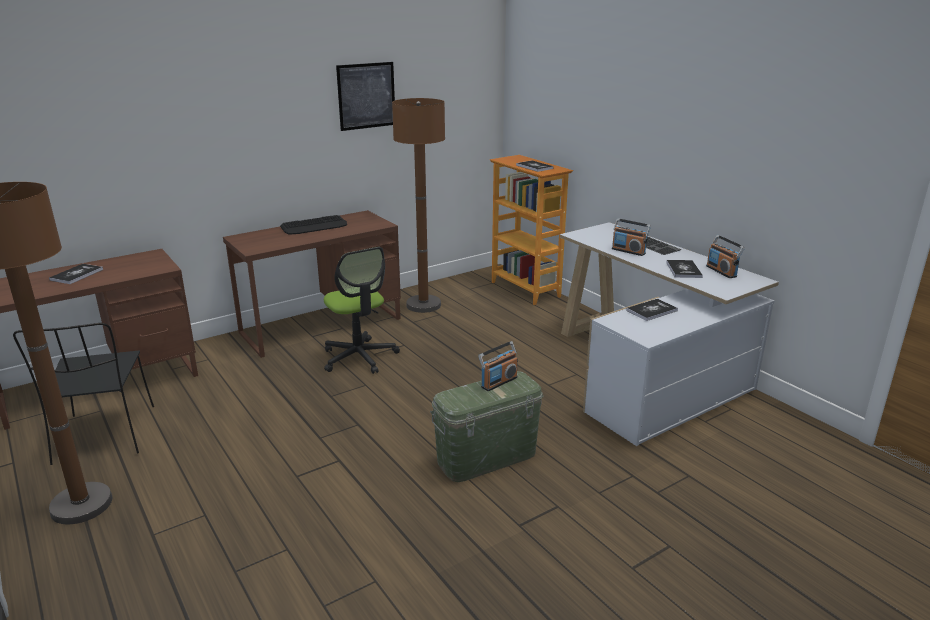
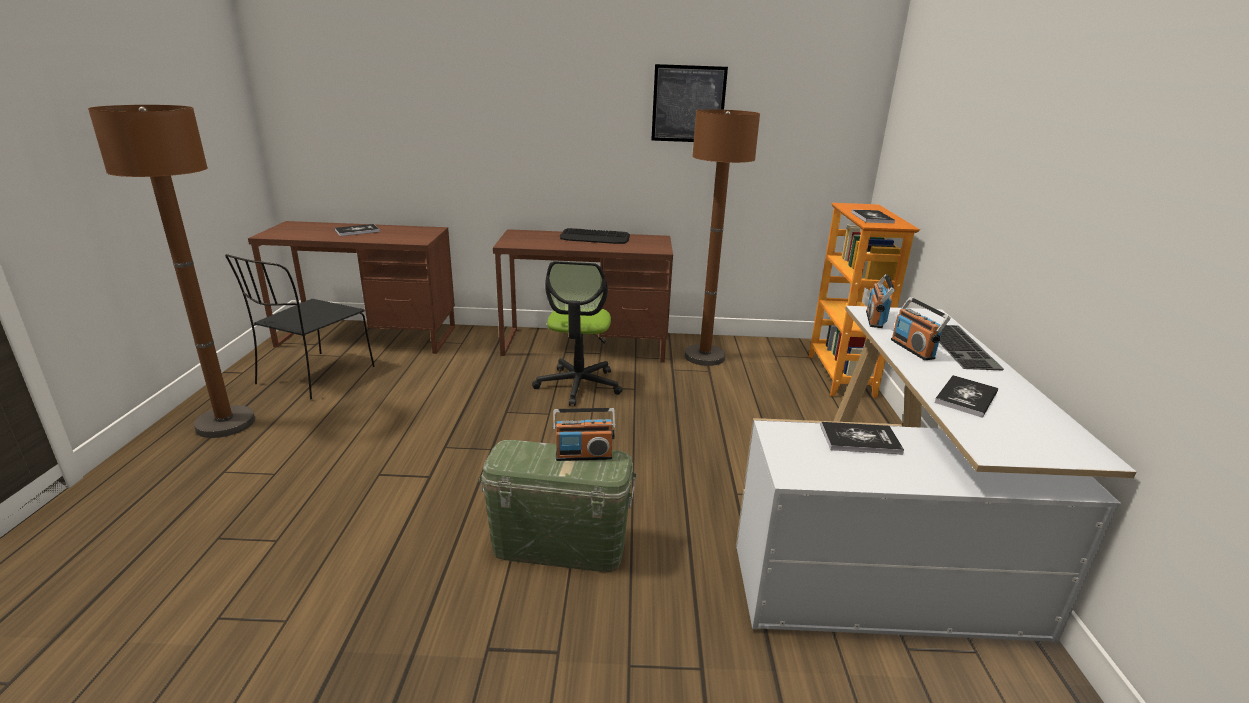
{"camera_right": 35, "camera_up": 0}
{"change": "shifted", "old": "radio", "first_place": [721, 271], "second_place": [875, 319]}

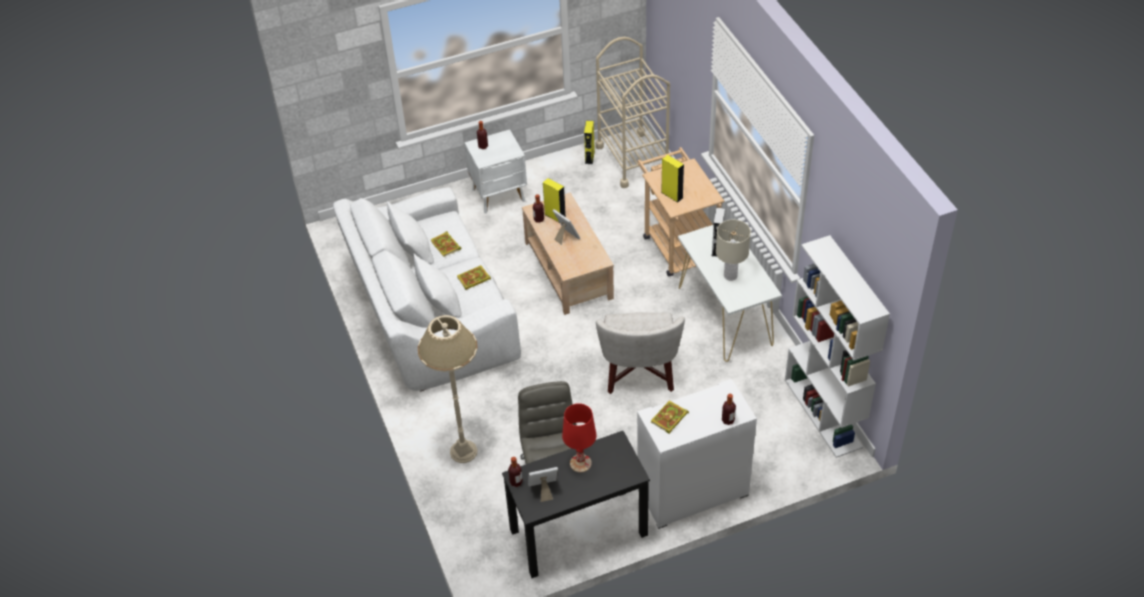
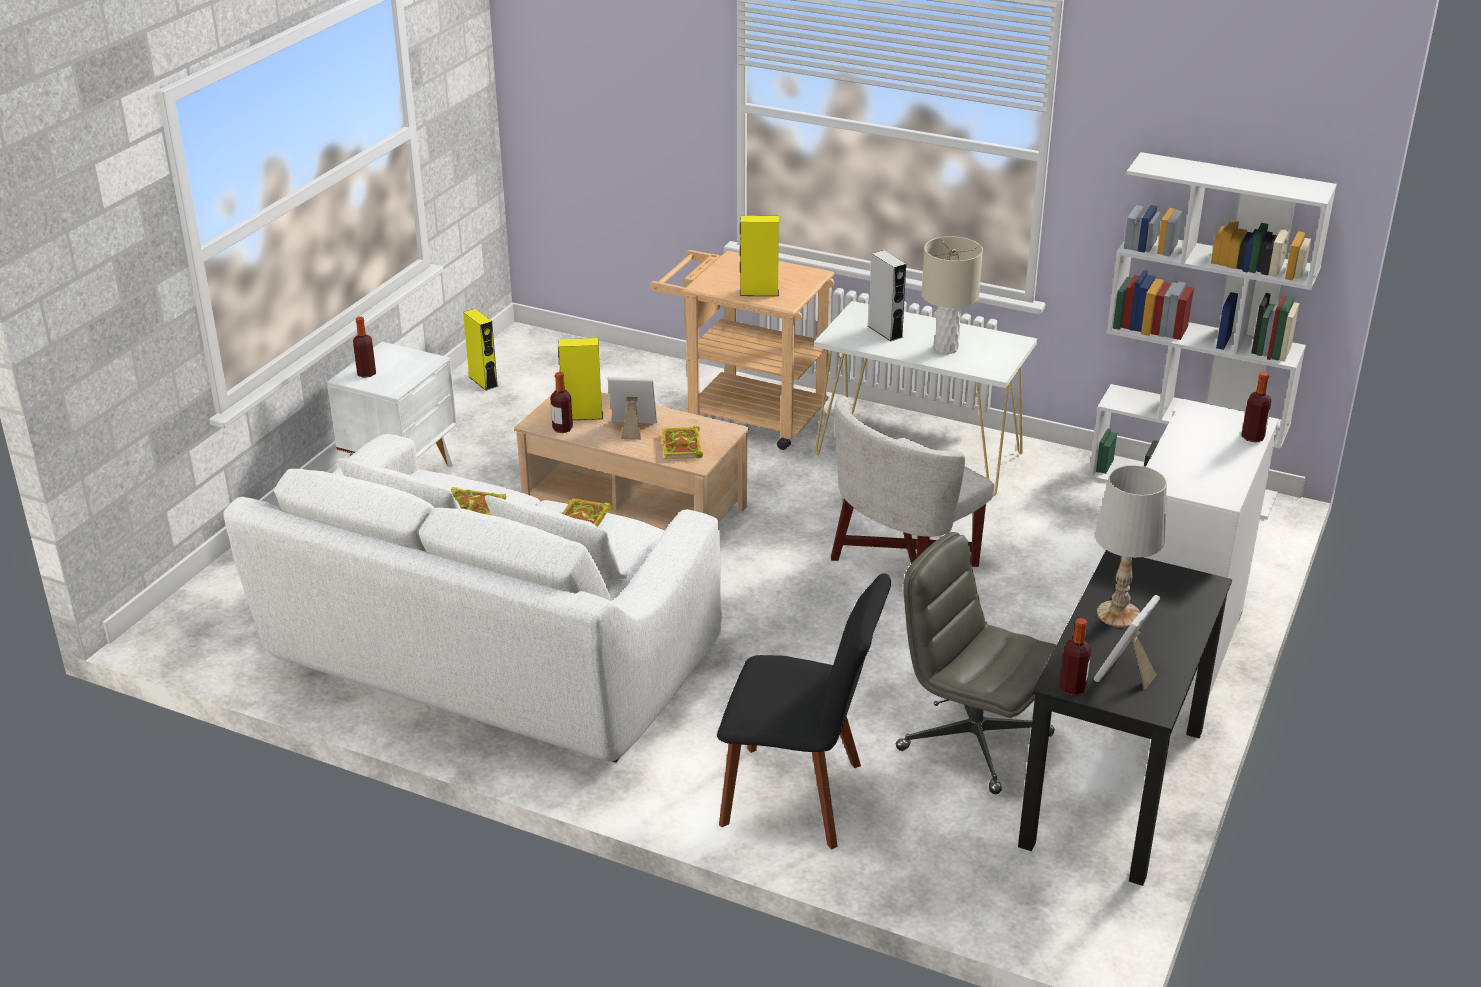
{"camera_right": -45, "camera_up": -15}
{"change": "swapped", "old": "floor lamp (beige)", "new": "chair (black)", "first_place": [463, 451], "second_place": [800, 796]}
{"change": "repainted", "old": "table lamp (red)", "new": "table lamp (white)", "first_place": [581, 463], "second_place": [1118, 614]}
{"change": "gone", "old": "cart (beige)", "first_place": [633, 159]}
{"change": "rotated", "old": "armchair (white)", "first_place": [639, 372], "second_place": [904, 564], "degrees": 90}
{"change": "shifted", "old": "book", "first_place": [669, 419], "second_place": [682, 447]}

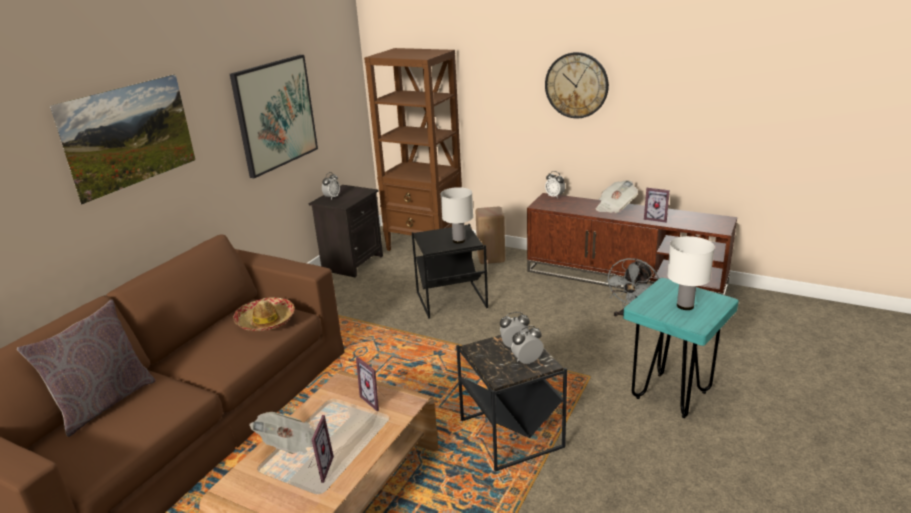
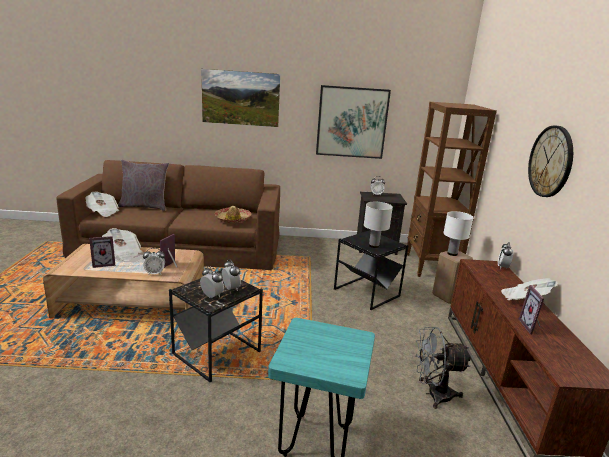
{"camera_right": 60, "camera_up": -5}
{"change": "shifted", "old": "table lamp (white)", "first_place": [684, 306], "second_place": [452, 253]}
{"change": "new", "new": "newspaper", "second_place": [103, 212]}
{"change": "new", "new": "alarm clock", "second_place": [155, 273]}

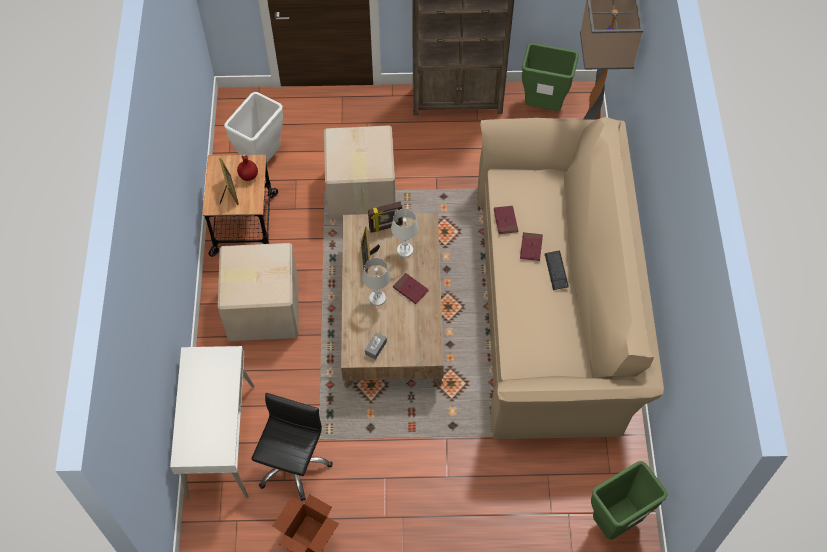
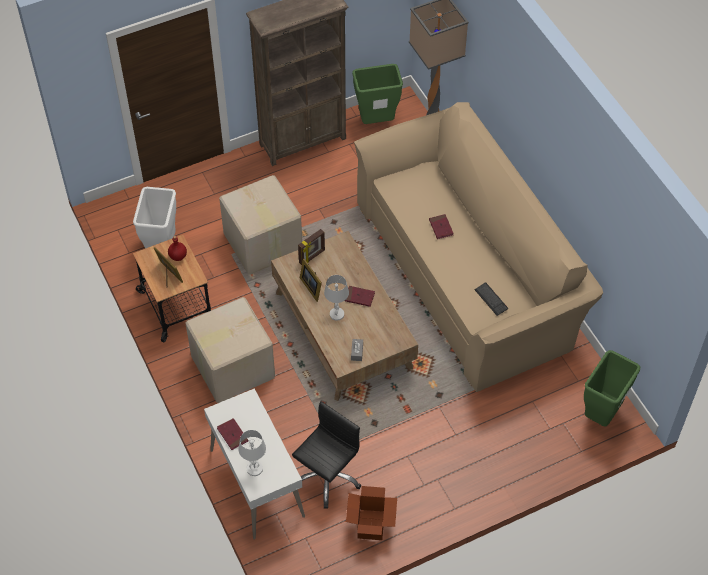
{"camera_right": -25, "camera_up": -5}
{"change": "rotated", "old": "office chair (black)", "first_place": [293, 465], "second_place": [327, 477], "degrees": 45}
{"change": "shifted", "old": "table lamp (white)", "first_place": [405, 250], "second_place": [254, 468]}
{"change": "shifted", "old": "book (red)", "first_place": [505, 221], "second_place": [232, 435]}
{"change": "shifted", "old": "keyboard", "first_place": [556, 271], "second_place": [491, 299]}

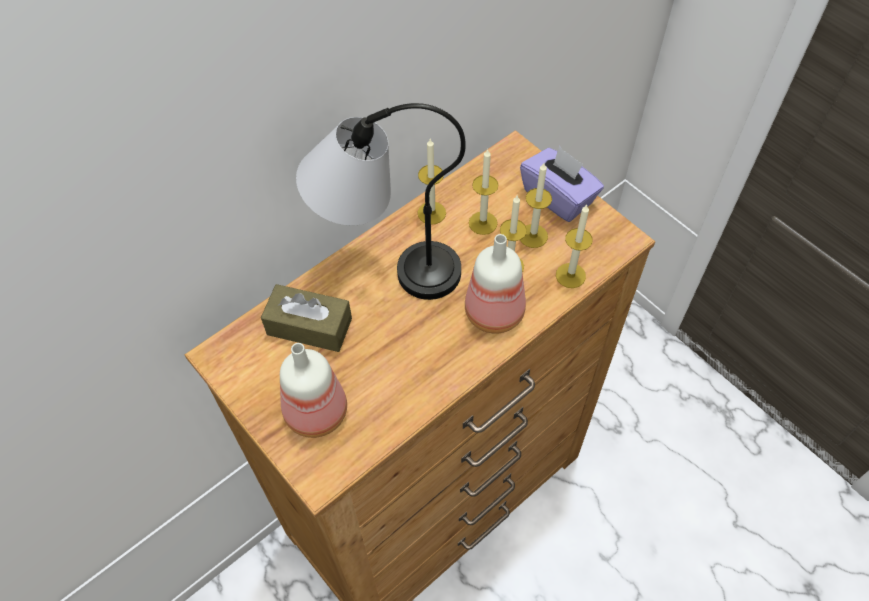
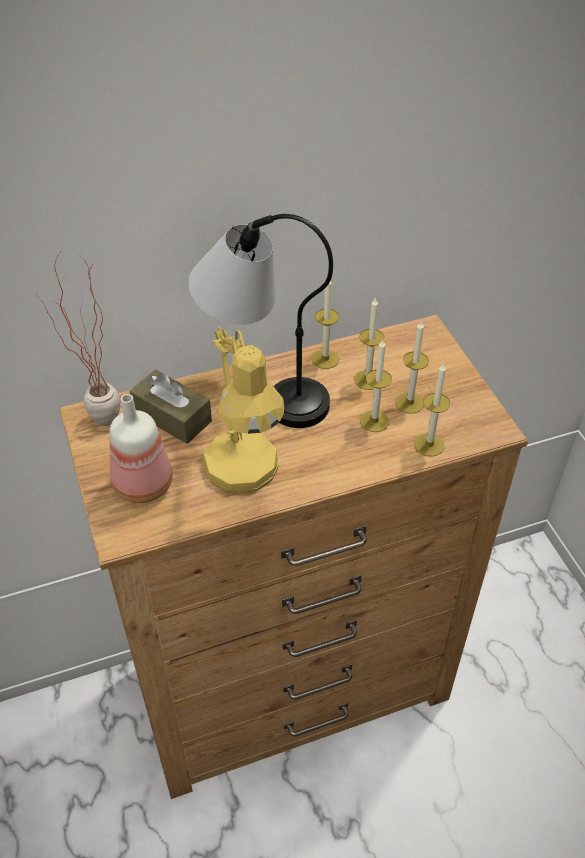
{"camera_right": 20, "camera_up": -10}
{"change": "gone", "old": "bottle", "first_place": [496, 312]}
{"change": "gone", "old": "tissue box (purple)", "first_place": [558, 197]}
{"change": "new", "new": "potted plant", "second_place": [98, 427]}
{"change": "new", "new": "table lamp (yellow)", "second_place": [245, 477]}

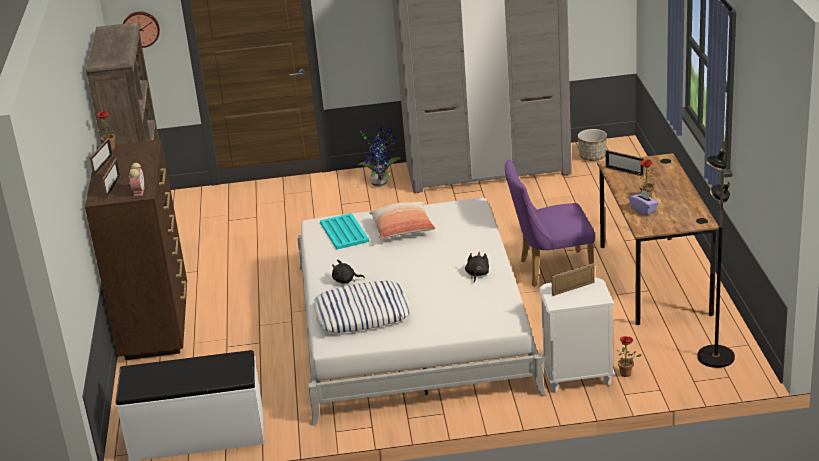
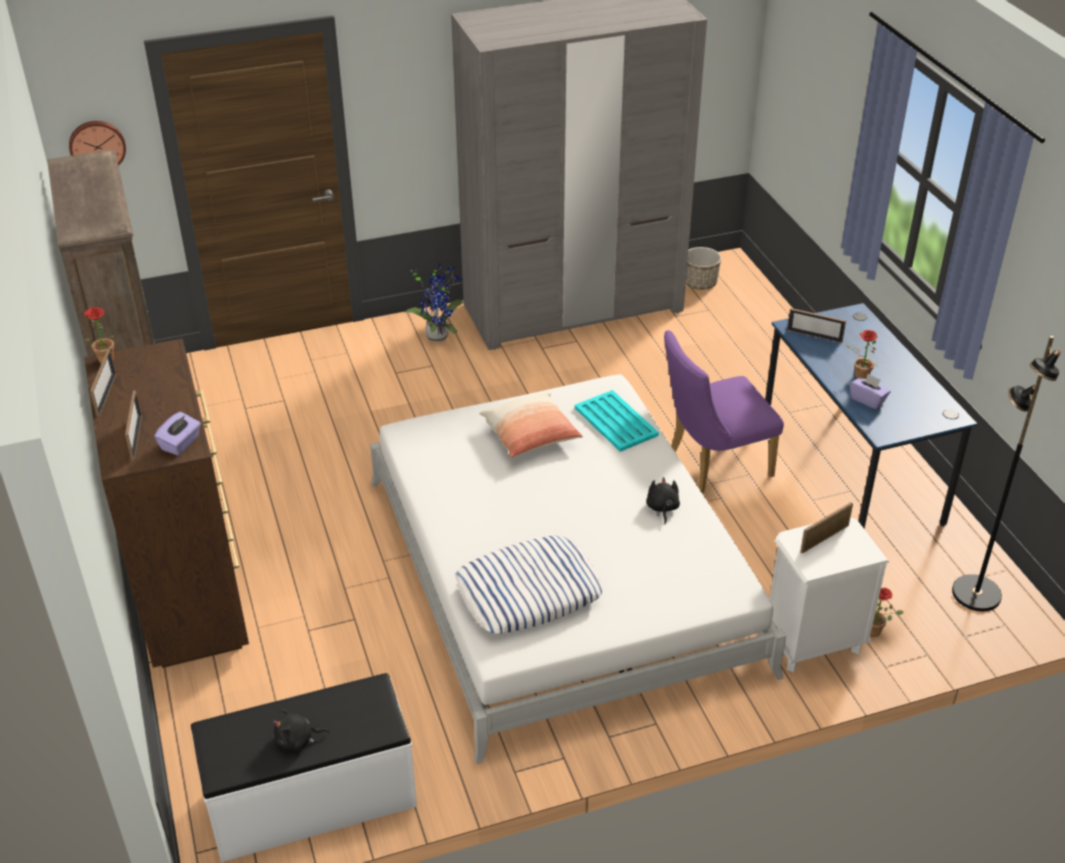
{"camera_right": -15, "camera_up": 10}
{"change": "swapped", "old": "alarm clock", "new": "tissue box (purple)", "first_place": [138, 191], "second_place": [181, 444]}
{"change": "shifted", "old": "tray (turquoise)", "first_place": [344, 232], "second_place": [615, 421]}
{"change": "shifted", "old": "plush toy (black)", "first_place": [346, 280], "second_place": [298, 739]}
{"change": "repainted", "old": "desk (brown)", "new": "desk (blue)", "first_place": [654, 279], "second_place": [850, 472]}

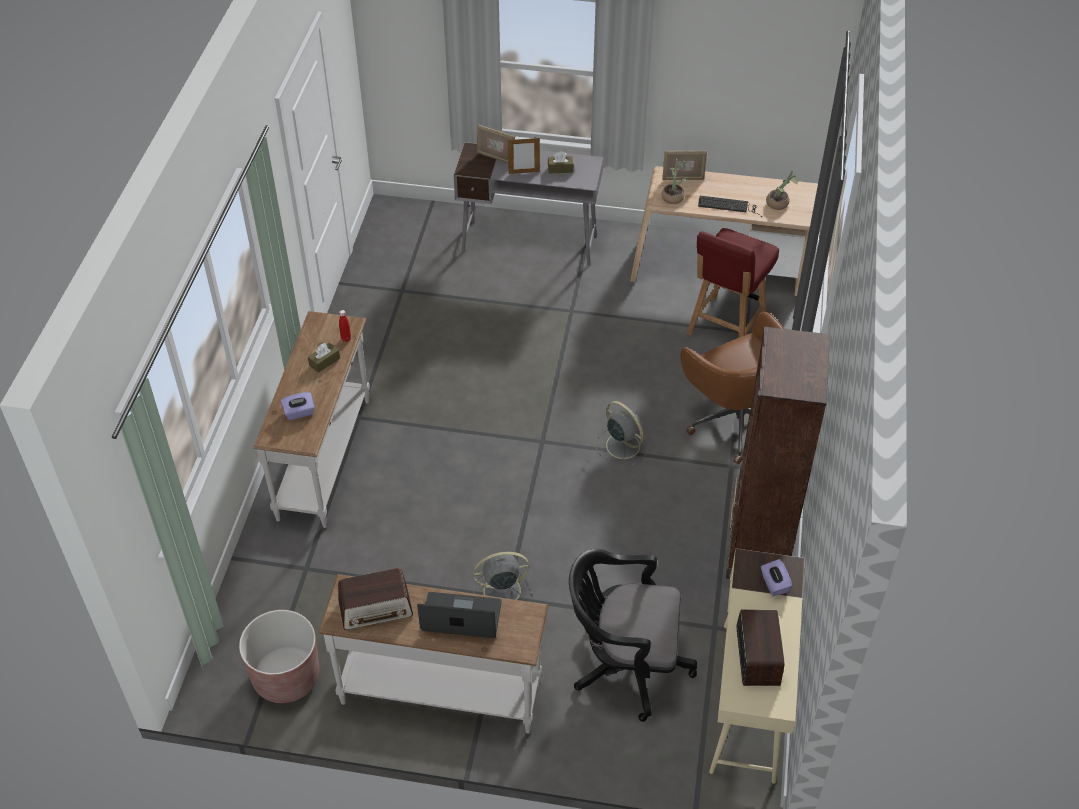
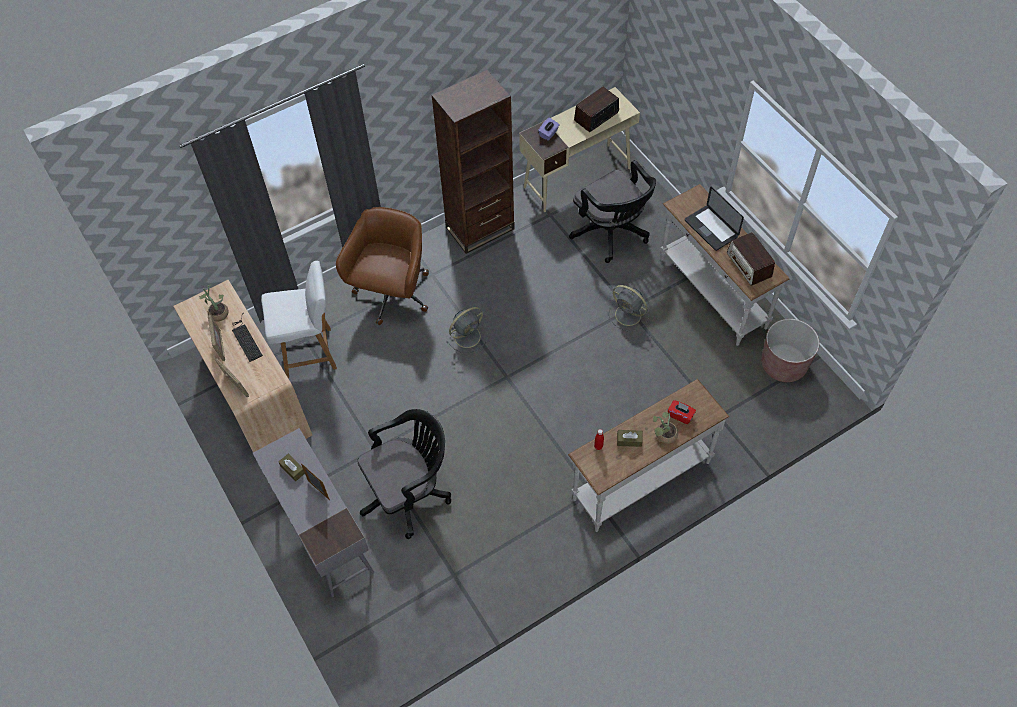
{"camera_right": -130, "camera_up": 10}
{"change": "repainted", "old": "tissue box (purple)", "new": "tissue box (red)", "first_place": [299, 413], "second_place": [680, 415]}
{"change": "rotated", "old": "radio", "first_place": [376, 608], "second_place": [749, 265], "degrees": -150}
{"change": "shifted", "old": "picture frame", "first_place": [496, 157], "second_place": [220, 346]}
{"change": "rotated", "old": "fan (grey)", "first_place": [621, 445], "second_place": [468, 336], "degrees": -135}
{"change": "shifted", "old": "potted plant", "first_place": [673, 196], "second_place": [663, 435]}
{"change": "repainted", "old": "chair (red)", "new": "chair (white)", "first_place": [725, 327], "second_place": [310, 352]}
{"change": "new", "new": "office chair (black)", "second_place": [409, 493]}

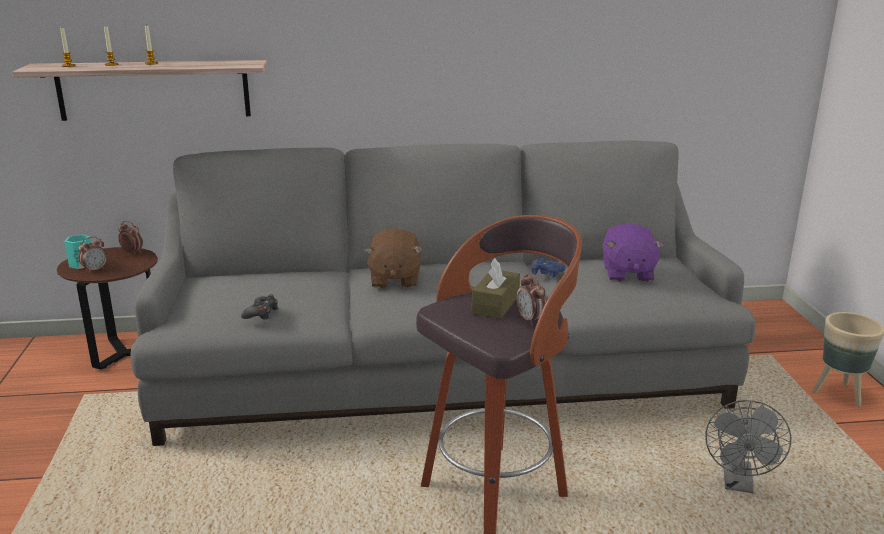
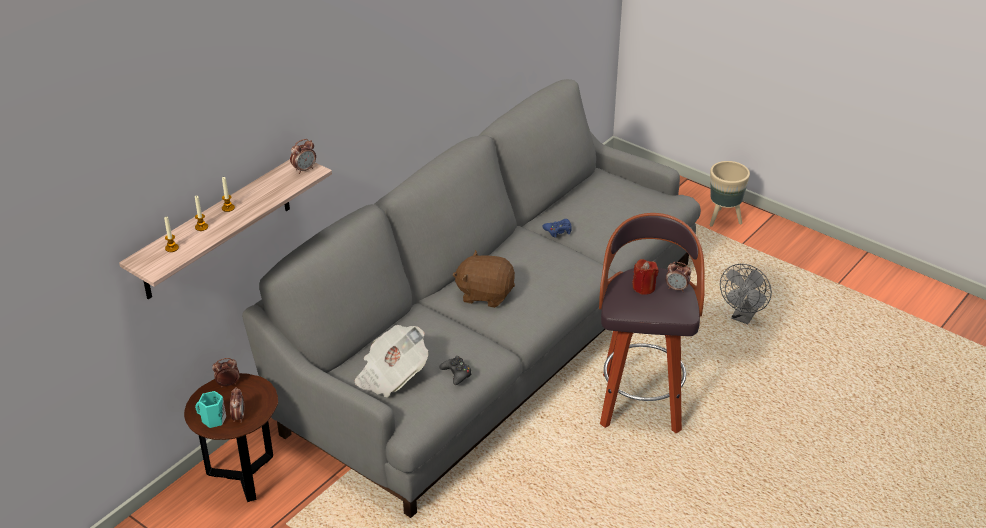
{"camera_right": -45, "camera_up": 15}
{"change": "rotated", "old": "plush toy (brown)", "first_place": [394, 280], "second_place": [485, 294], "degrees": 150}
{"change": "swapped", "old": "tissue box (brown)", "new": "candle (red)", "first_place": [495, 304], "second_place": [644, 287]}
{"change": "gone", "old": "plush toy (purple)", "first_place": [627, 273]}
{"change": "rotated", "old": "fan (grey)", "first_place": [738, 484], "second_place": [743, 317], "degrees": 60}
{"change": "new", "new": "alarm clock", "second_place": [304, 169]}
{"change": "new", "new": "newspaper", "second_place": [391, 375]}

